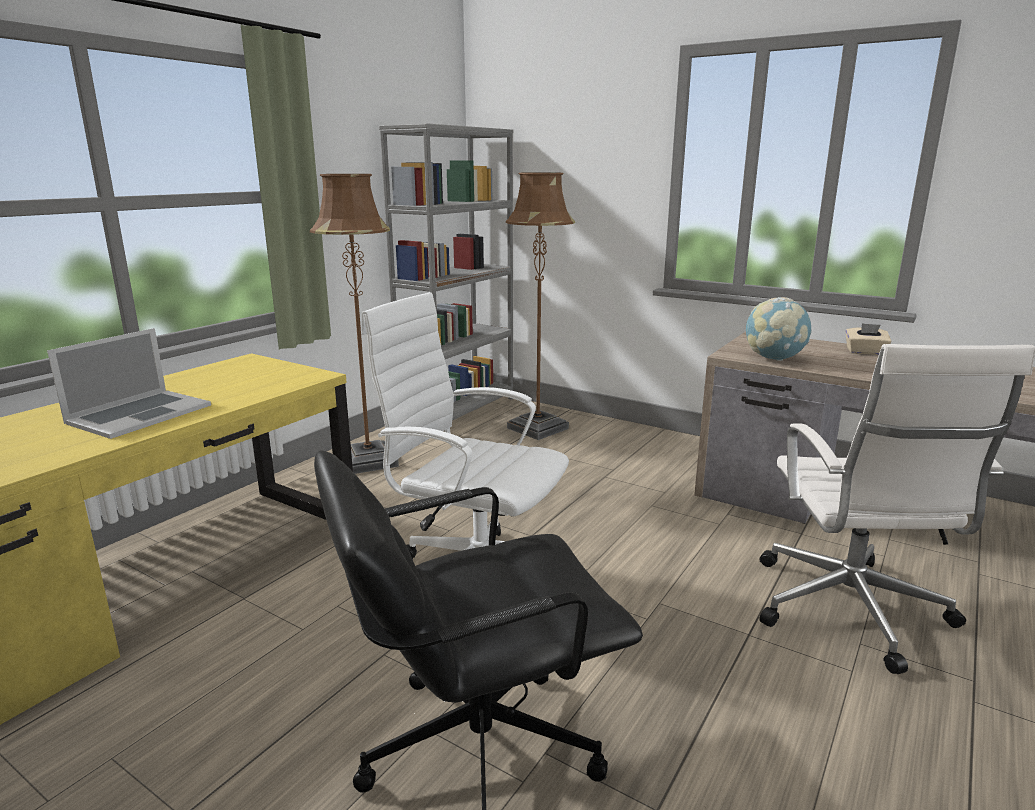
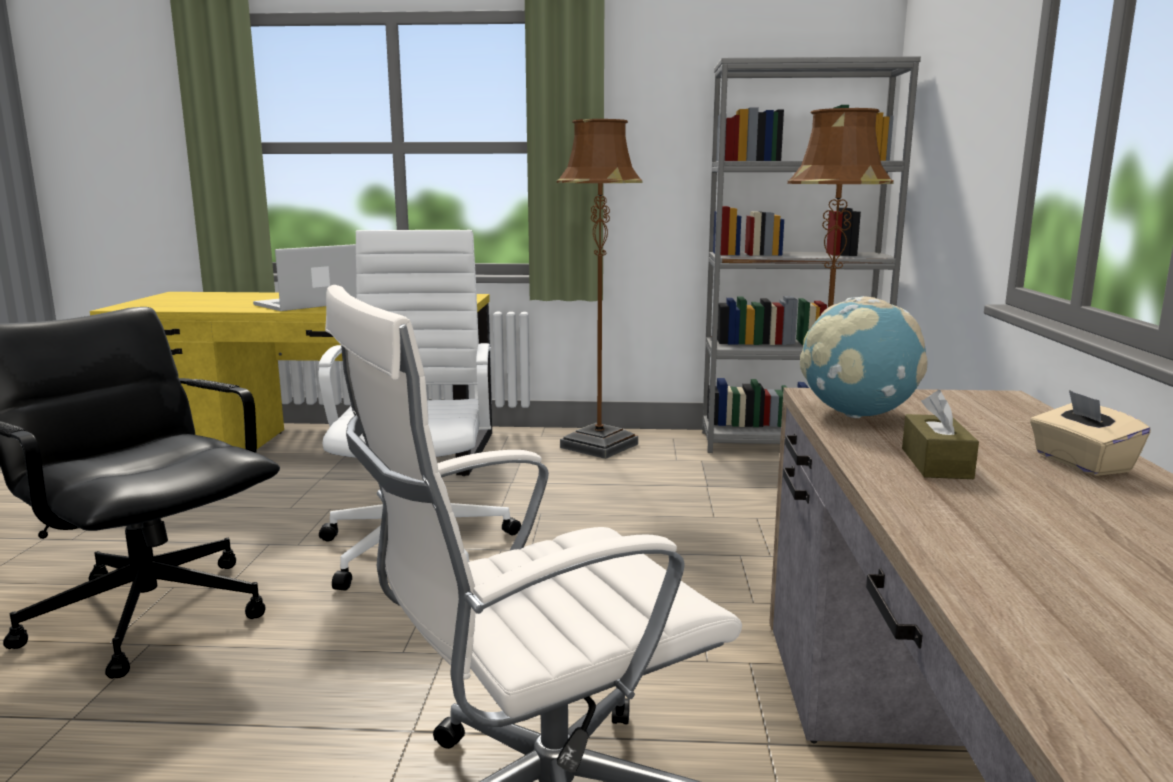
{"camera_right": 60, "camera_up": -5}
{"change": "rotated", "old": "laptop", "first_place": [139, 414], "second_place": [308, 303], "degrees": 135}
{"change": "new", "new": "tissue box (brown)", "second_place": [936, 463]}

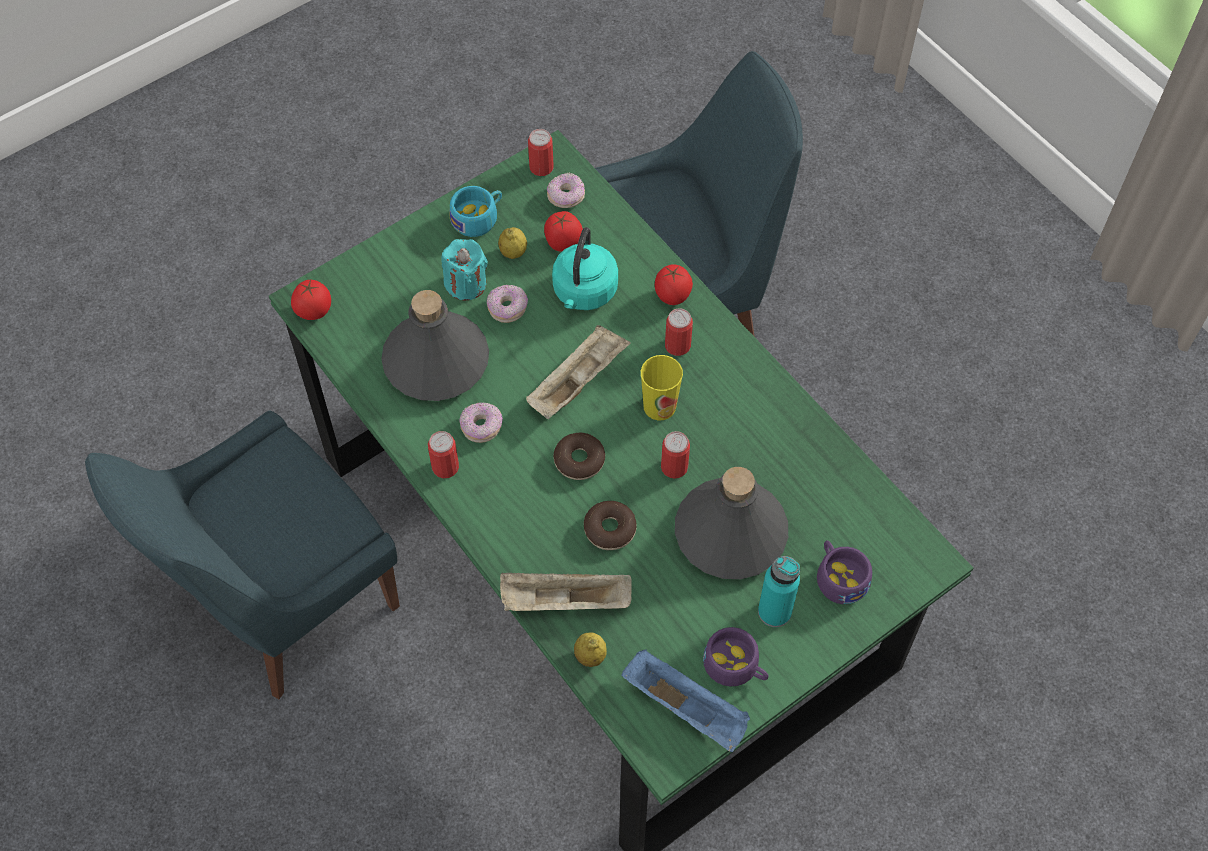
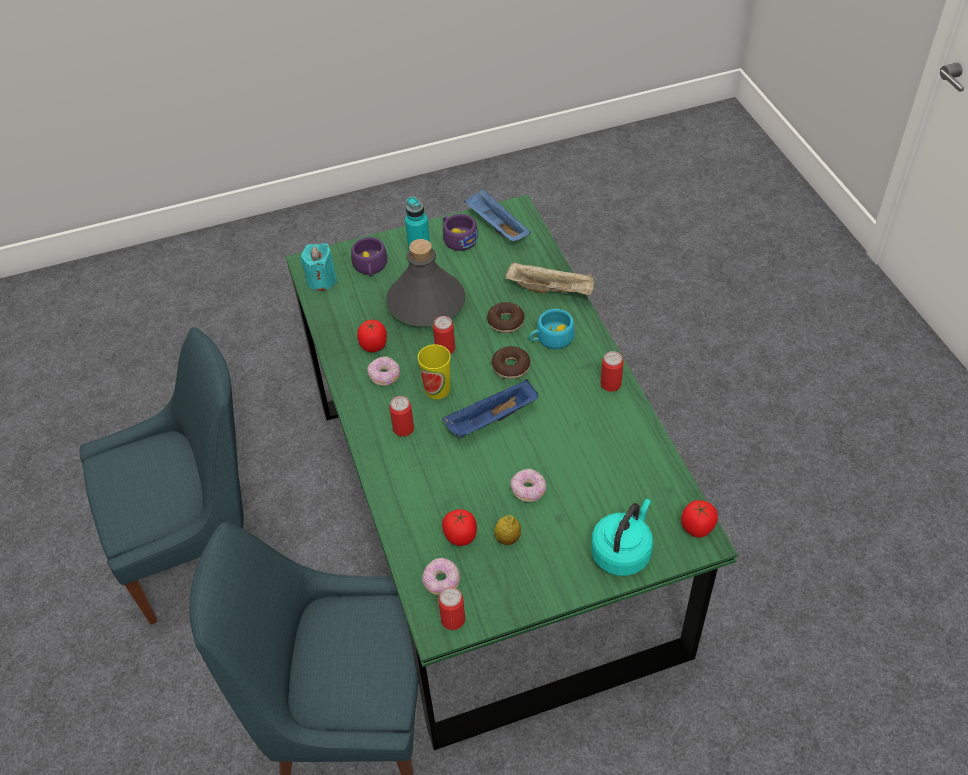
{"camera_right": -160, "camera_up": -10}
{"change": "shifted", "old": "chair (blue)", "first_place": [281, 600], "second_place": [200, 547]}
{"change": "gone", "old": "bottle (grey)", "first_place": [436, 362]}
{"change": "shifted", "old": "candle (turquoise)", "first_place": [466, 284], "second_place": [321, 280]}
{"change": "shifted", "old": "cup (turquoise)", "first_place": [478, 217], "second_place": [551, 339]}
{"change": "shifted", "old": "donut", "first_place": [481, 427], "second_place": [384, 376]}
{"change": "repainted", "old": "tray (beige)", "new": "tray (blue)", "first_place": [578, 381], "second_place": [491, 420]}
{"change": "shifted", "old": "kettle (turquoise)", "first_place": [584, 293], "second_place": [622, 552]}
{"change": "gone", "old": "lemon", "first_place": [590, 656]}
{"change": "shifted", "old": "tomato", "first_place": [672, 296], "second_place": [374, 346]}

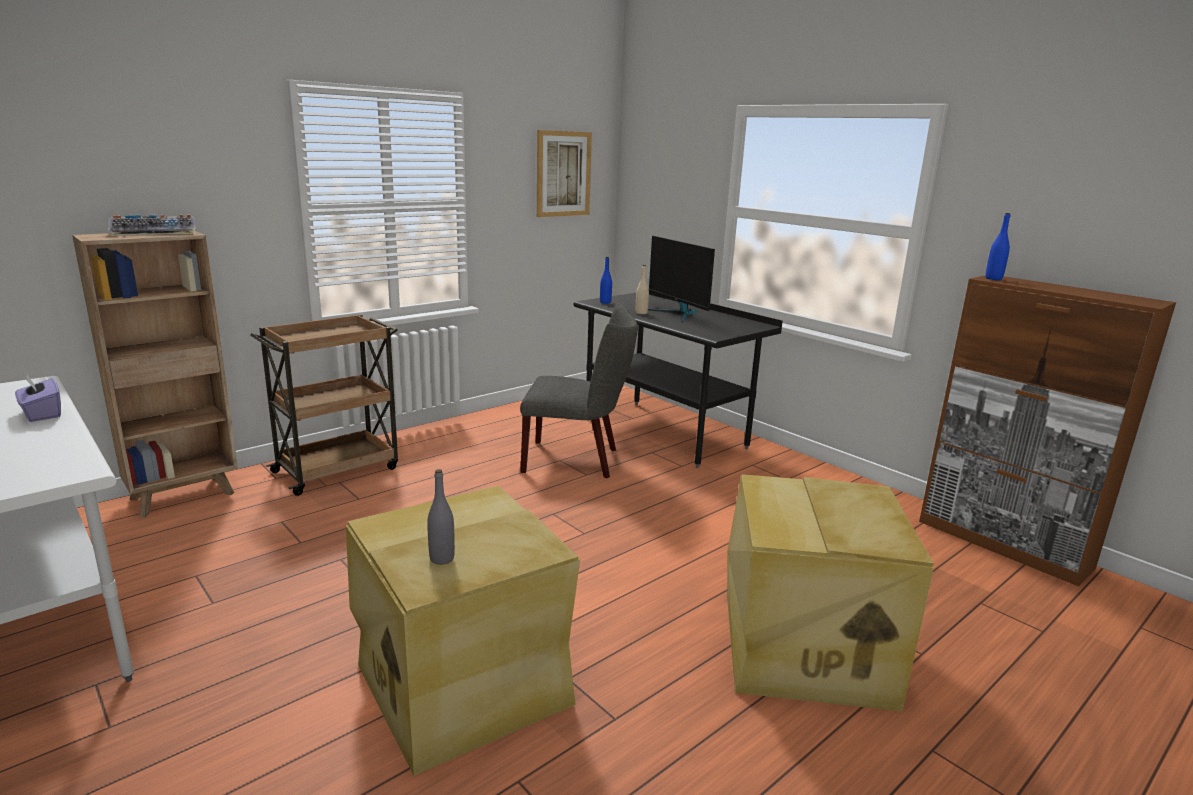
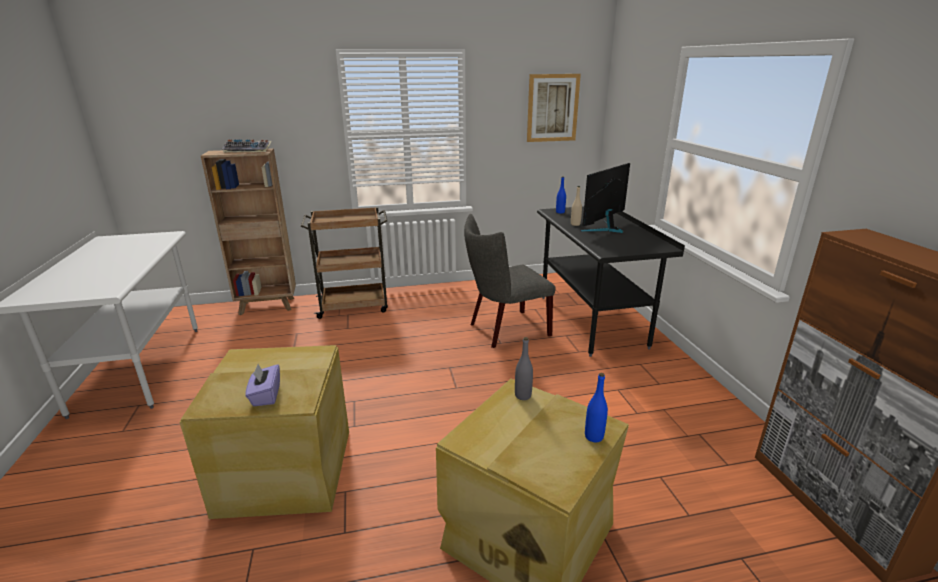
{"camera_right": 30, "camera_up": 5}
{"change": "shifted", "old": "tissue box (purple)", "first_place": [42, 414], "second_place": [266, 395]}
{"change": "shifted", "old": "bottle (grey)", "first_place": [442, 559], "second_place": [523, 395]}
{"change": "rotated", "old": "chair (grey)", "first_place": [577, 460], "second_place": [504, 330], "degrees": 120}
{"change": "rotated", "old": "monitor", "first_place": [678, 314], "second_place": [605, 228], "degrees": 45}
{"change": "shifted", "old": "bottle (blue)", "first_place": [993, 278], "second_place": [594, 436]}

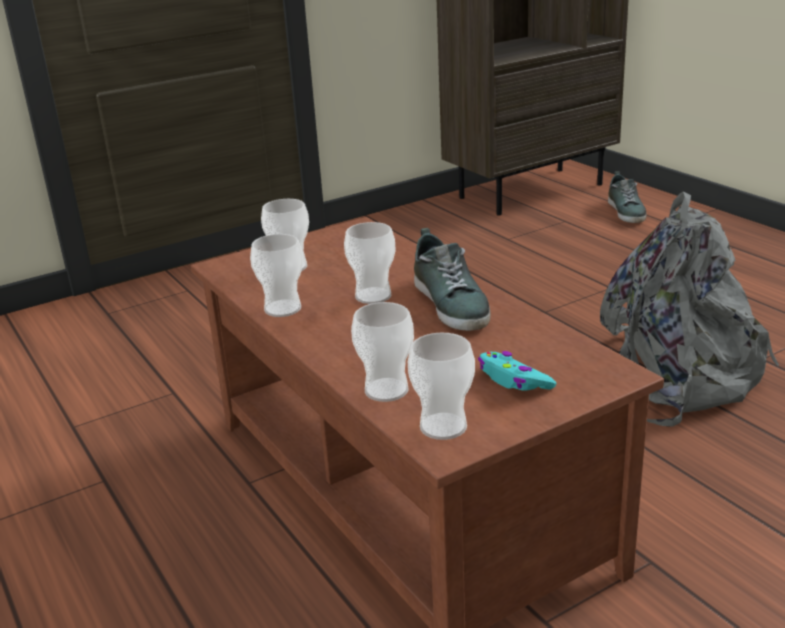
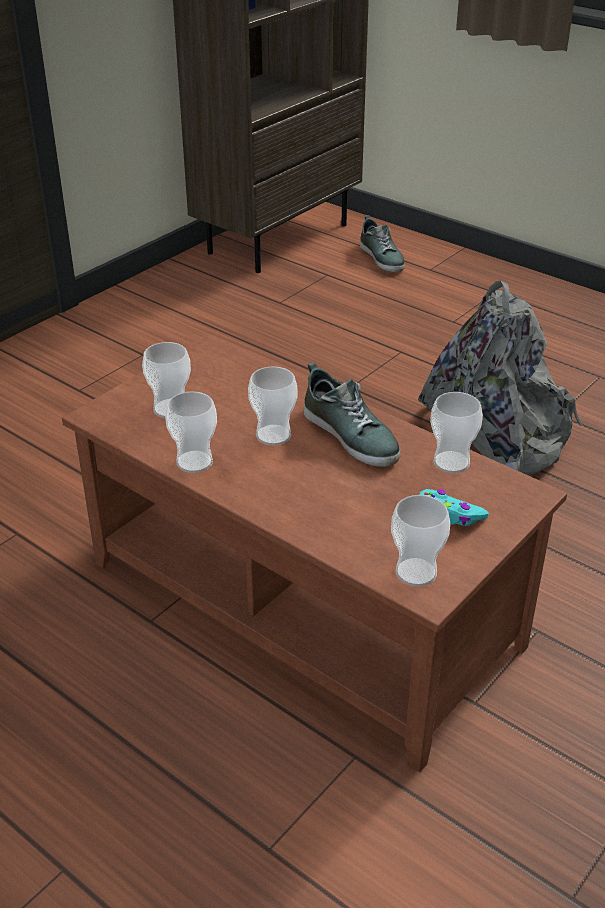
{"camera_right": -20, "camera_up": 10}
{"change": "shifted", "old": "cup", "first_place": [386, 390], "second_place": [451, 462]}

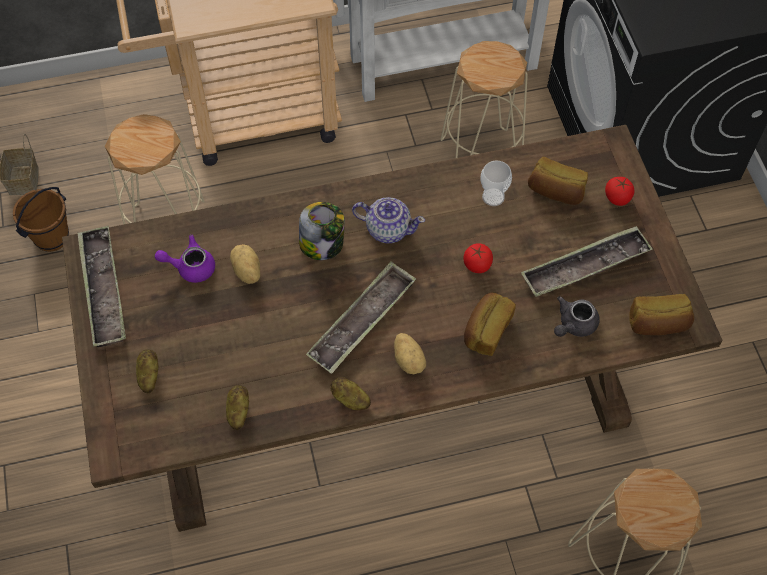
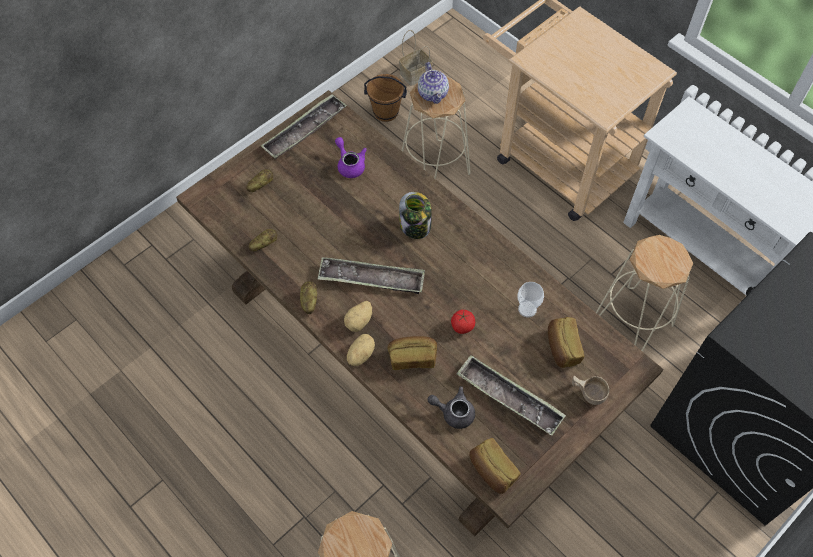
{"camera_right": 60, "camera_up": 0}
{"change": "shifted", "old": "potato", "first_place": [246, 271], "second_place": [360, 354]}
{"change": "shifted", "old": "teapot", "first_place": [388, 229], "second_place": [433, 93]}
{"change": "swapped", "old": "tomato", "new": "cup (beige)", "first_place": [617, 198], "second_place": [587, 393]}

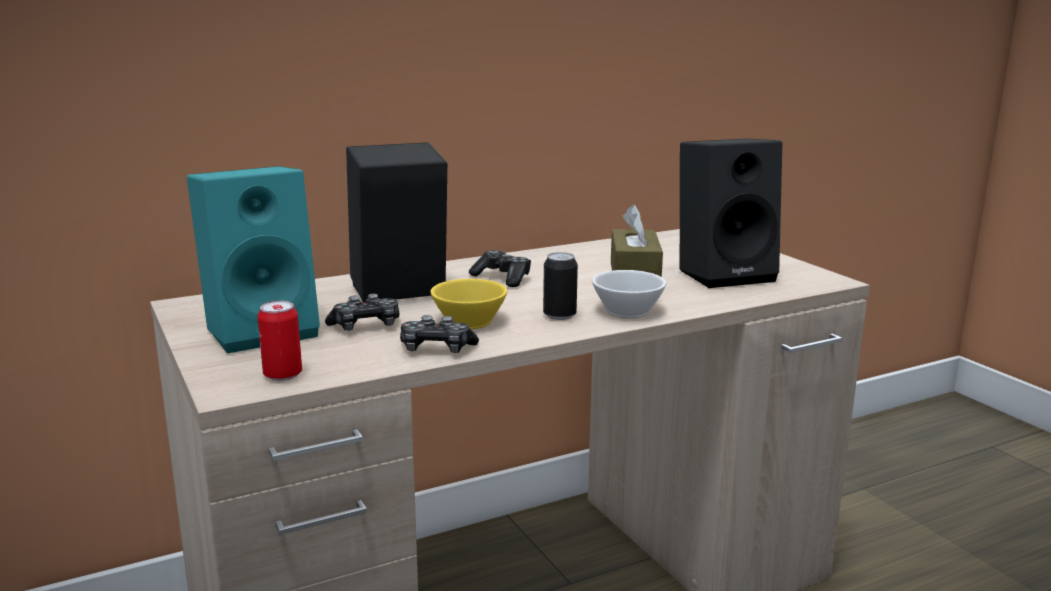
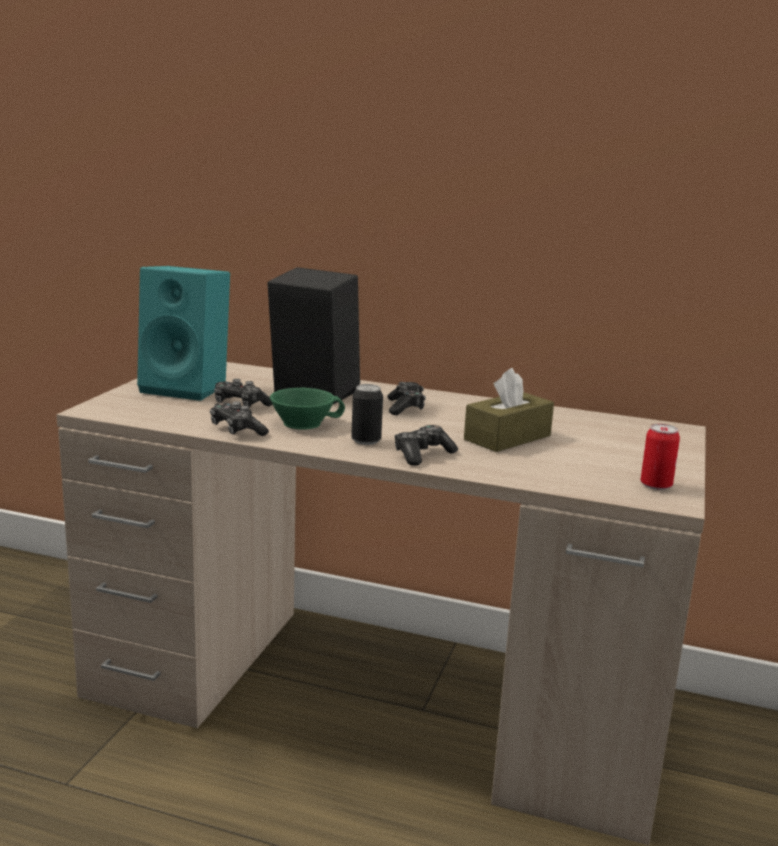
{"camera_right": 45, "camera_up": 0}
{"change": "shifted", "old": "can", "first_place": [282, 375], "second_place": [656, 485]}
{"change": "repainted", "old": "cup (yellow)", "new": "cup (green)", "first_place": [468, 320], "second_place": [303, 422]}
{"change": "swapped", "old": "cup (white)", "new": "game controller", "first_place": [626, 309], "second_place": [422, 454]}
{"change": "gone", "old": "speaker (black)", "first_place": [725, 274]}

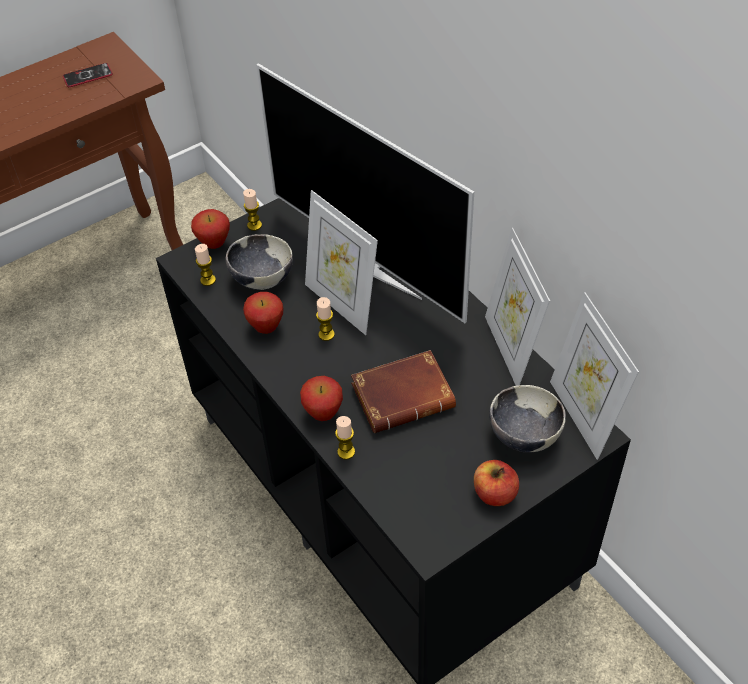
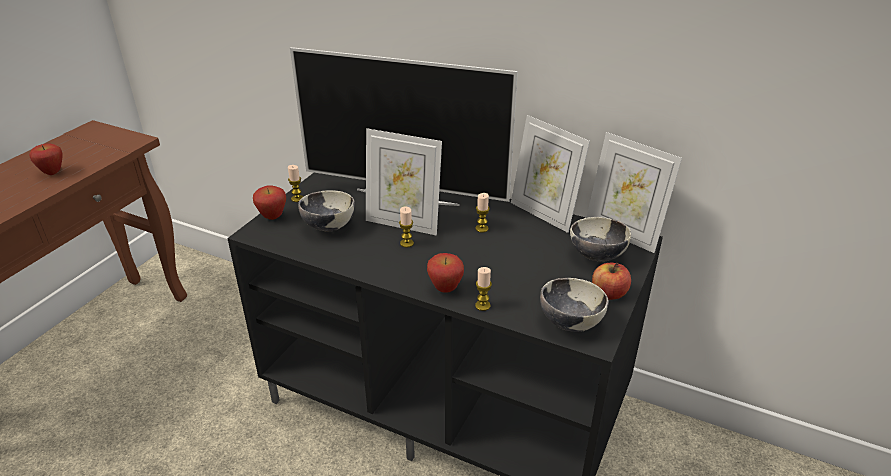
{"camera_right": -30, "camera_up": -15}
{"change": "gone", "old": "phone", "first_place": [88, 76]}
{"change": "shifted", "old": "candle", "first_place": [208, 280], "second_place": [481, 228]}
{"change": "shifted", "old": "apple", "first_place": [266, 328], "second_place": [53, 172]}
{"change": "gone", "old": "book (brown)", "first_place": [404, 395]}
{"change": "new", "new": "bowl", "second_place": [570, 322]}

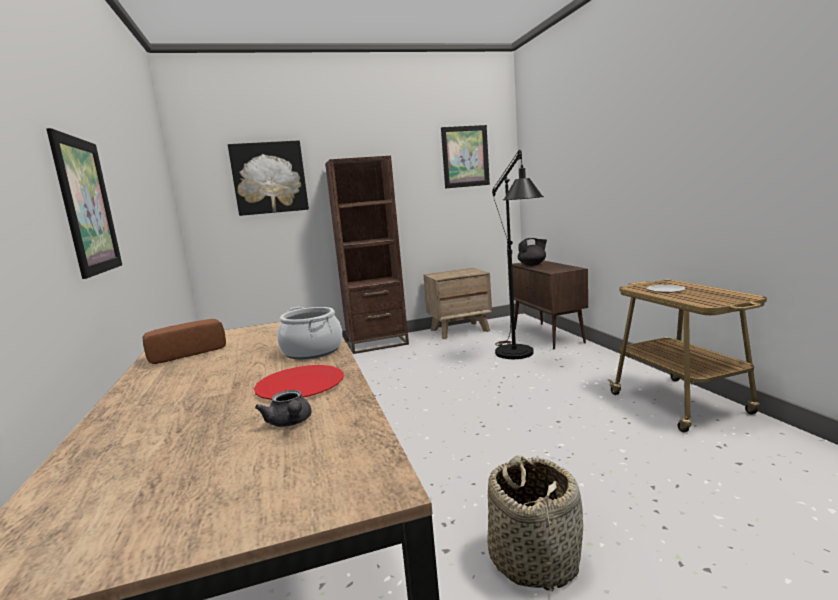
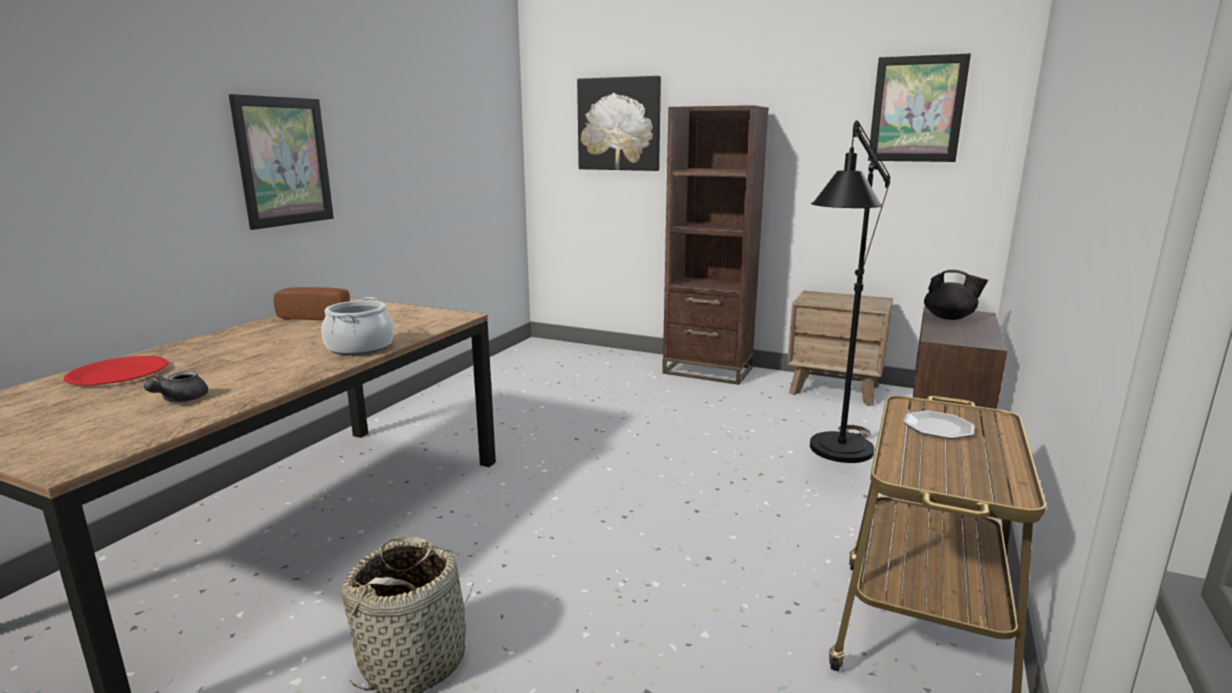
{"camera_right": 40, "camera_up": 5}
{"change": "shifted", "old": "plate (red)", "first_place": [300, 385], "second_place": [118, 373]}

